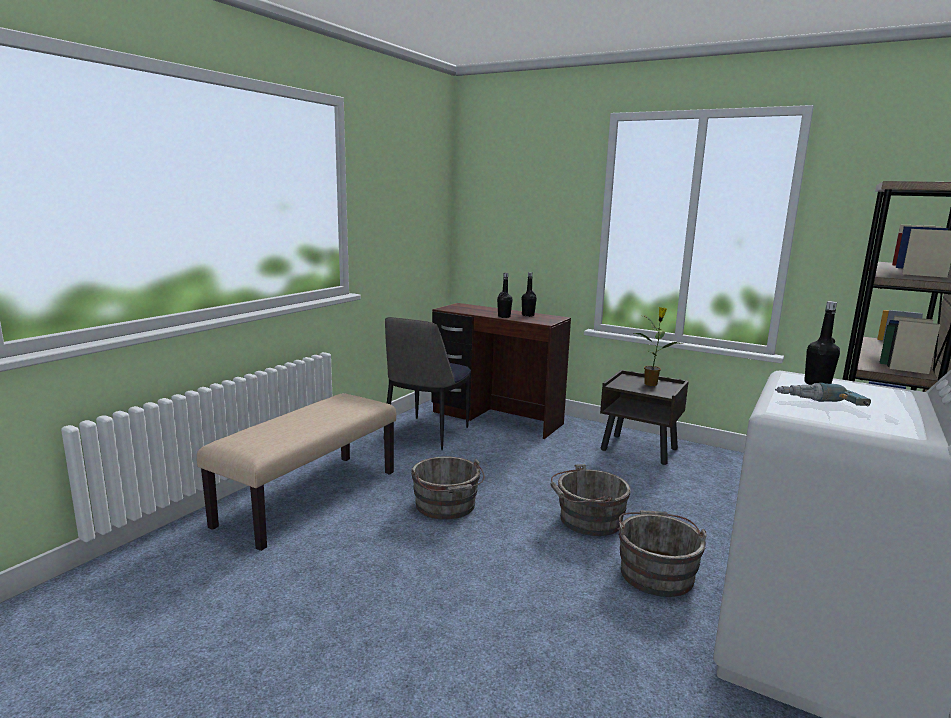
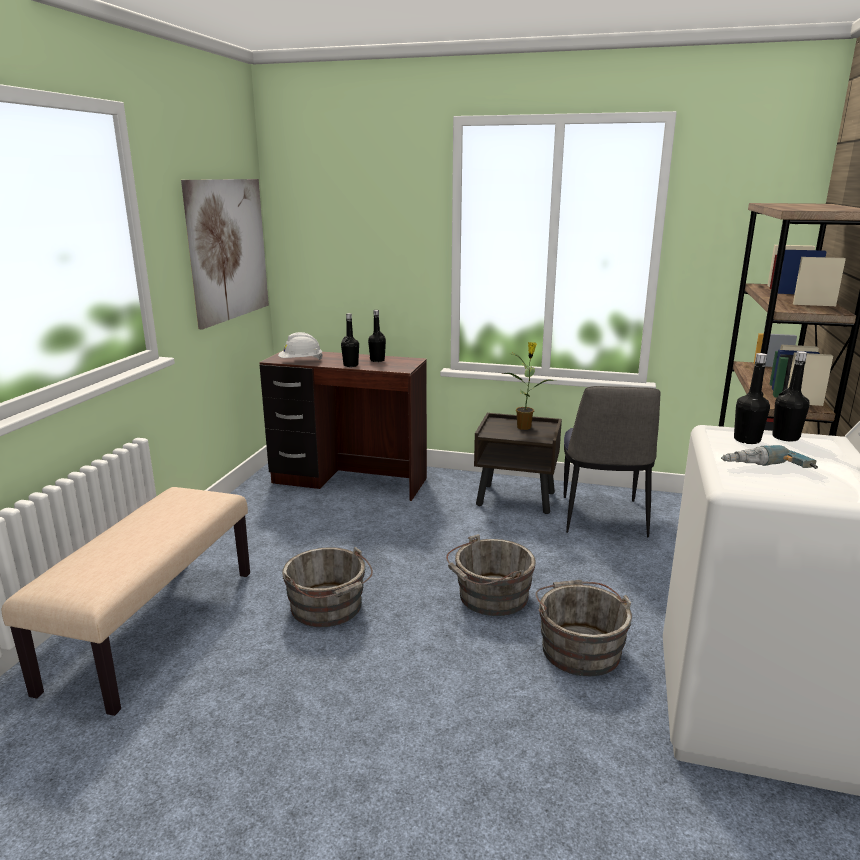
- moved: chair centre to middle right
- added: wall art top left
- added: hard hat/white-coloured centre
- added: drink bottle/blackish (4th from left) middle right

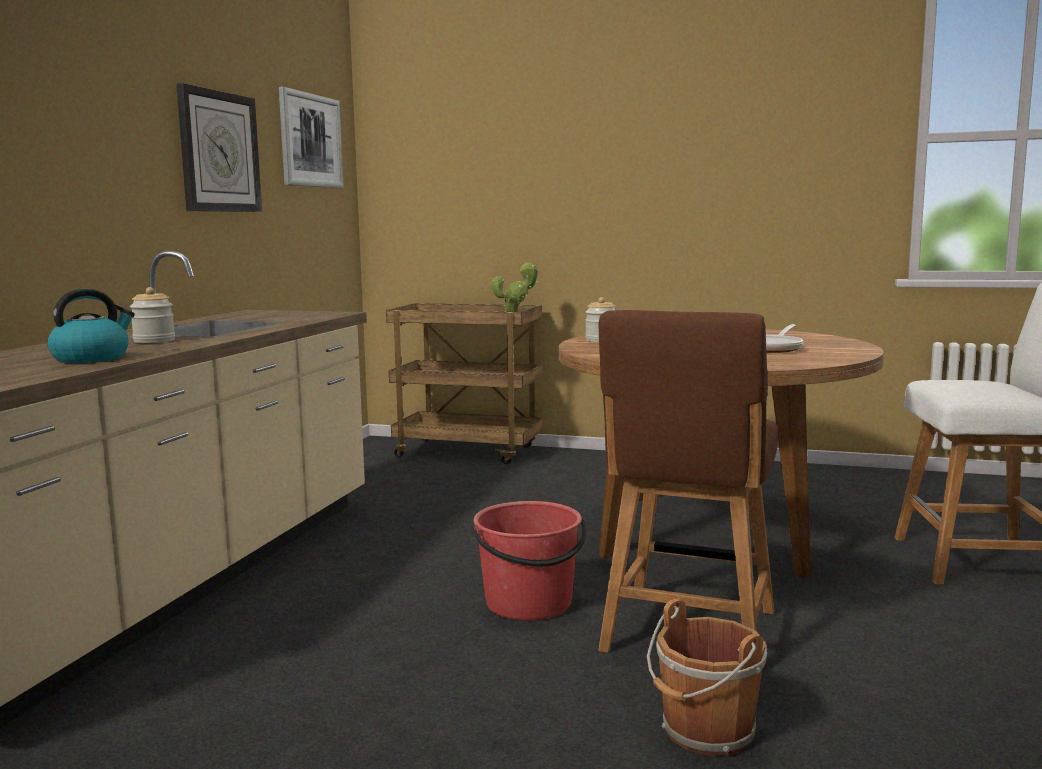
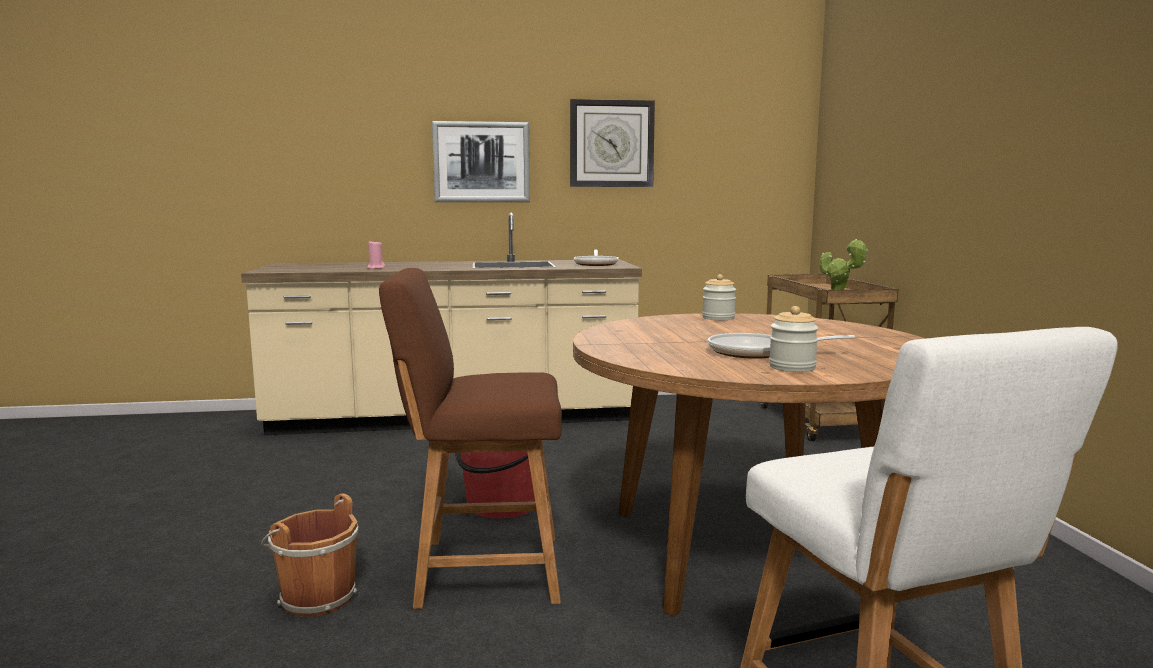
- replaced: kettle middle left to wax candle/pink middle left
- moved: preserve jar (1st from left in the first image) middle left to preserve jar (2nd from left) middle right
- moved: wall art top left to top centre
- added: frying pan (1st from left) centre

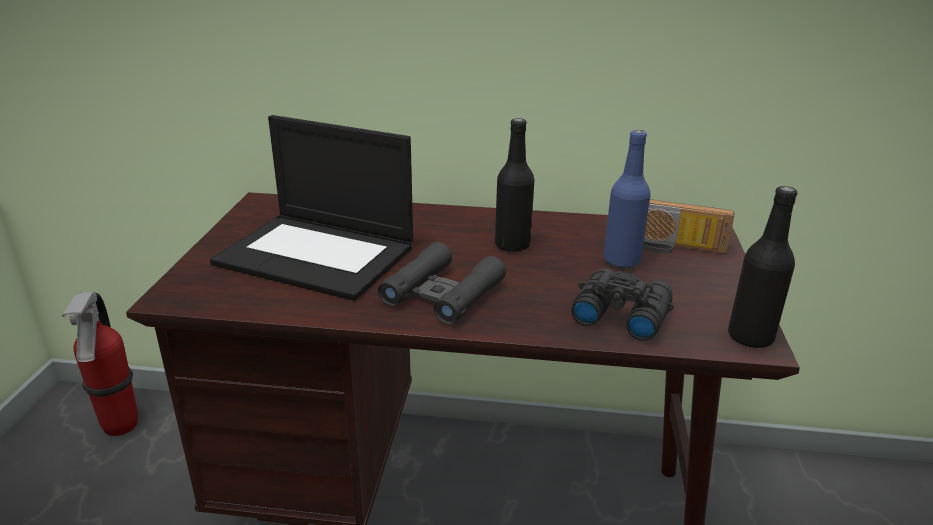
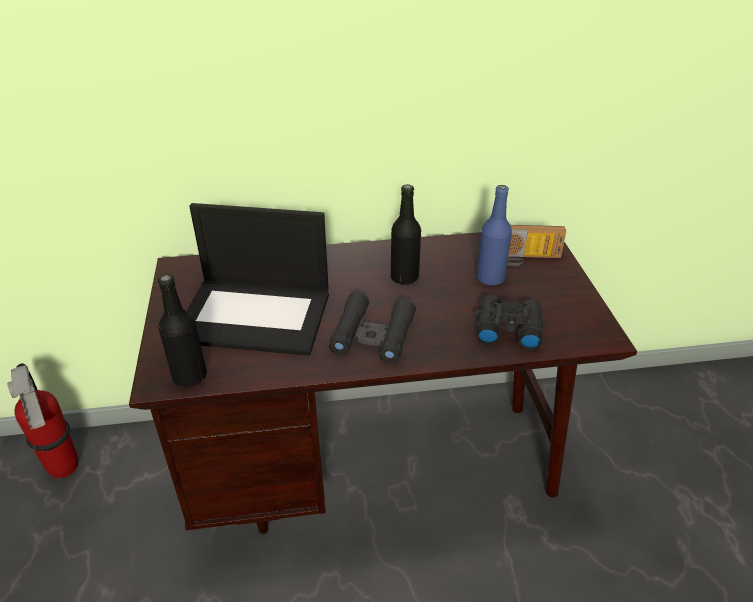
- moved: drink bottle/blackish (2nd from left in the first image) middle right to drink bottle/blackish (1st from left) middle left

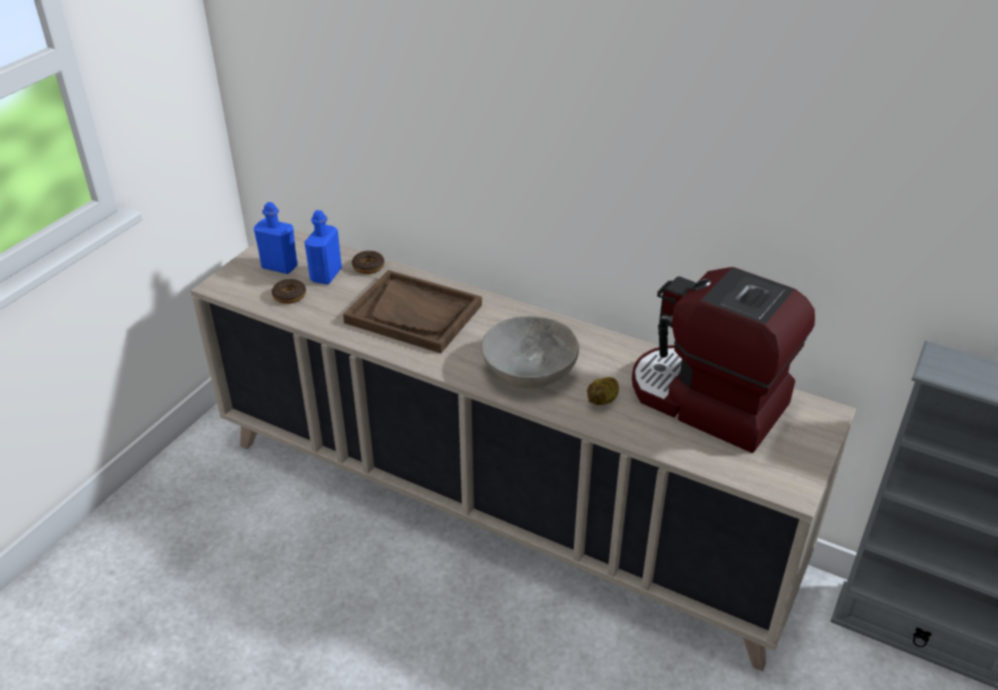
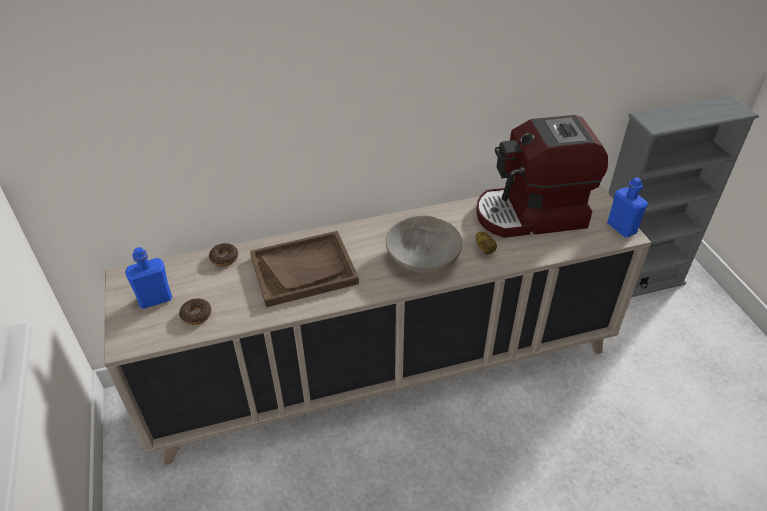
- moved: drink bottle/blue (2nd from left) middle left to middle right

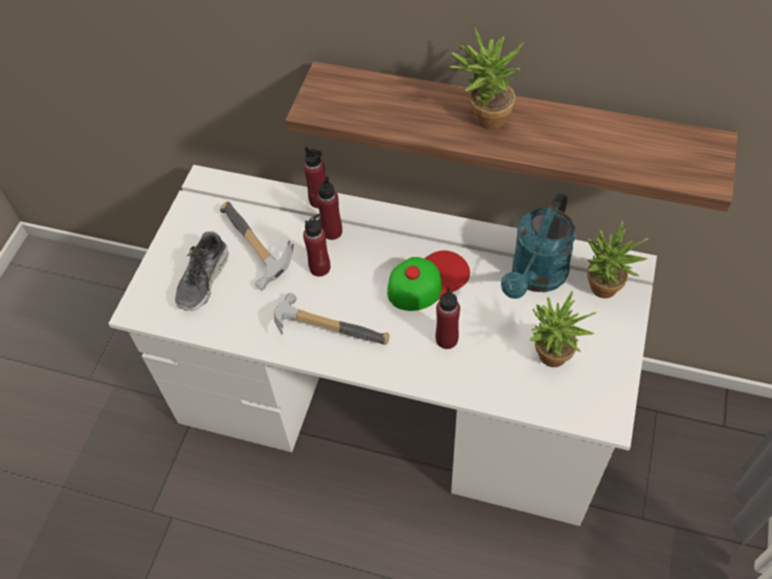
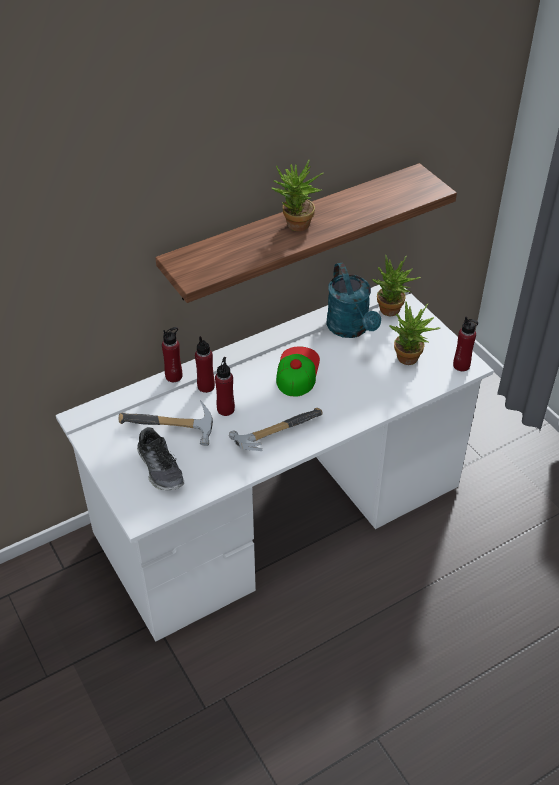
- moved: drink bottle/red (4th from left) centre to middle right

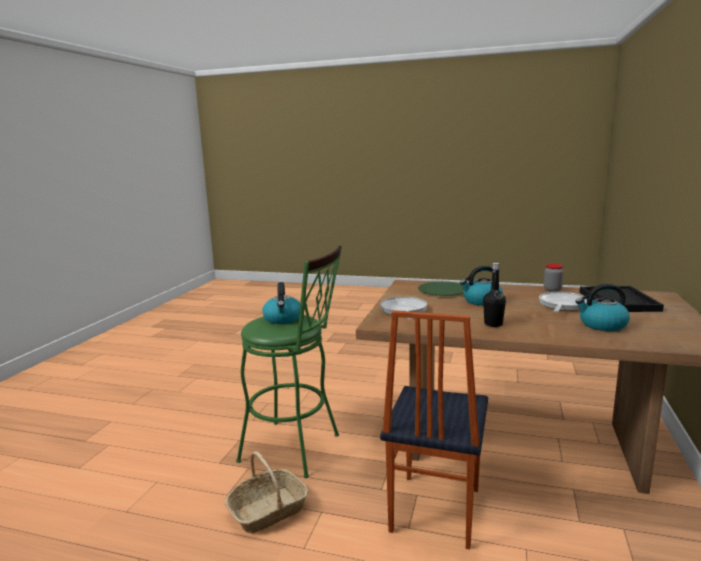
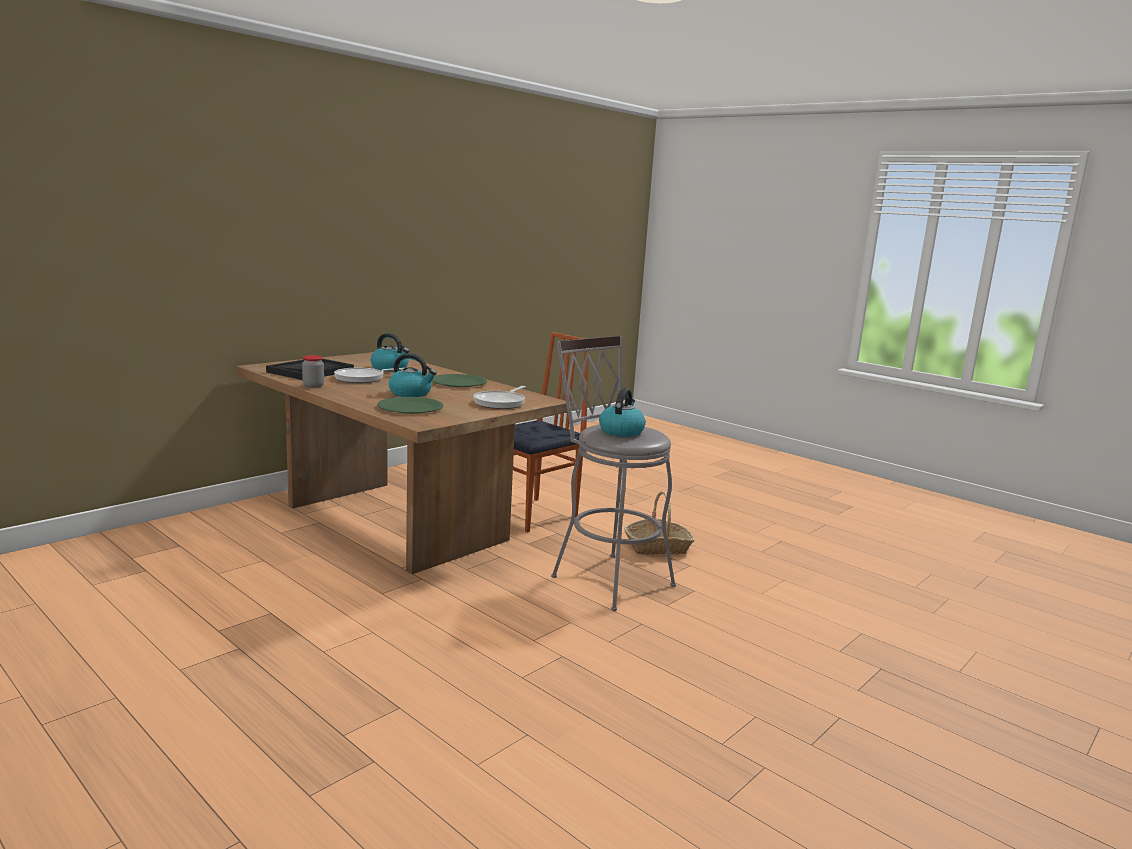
- recoloured: stool/green centre to stool/greyish centre
- replaced: drink bottle/blackish middle right to plate/green (2nd from left) centre

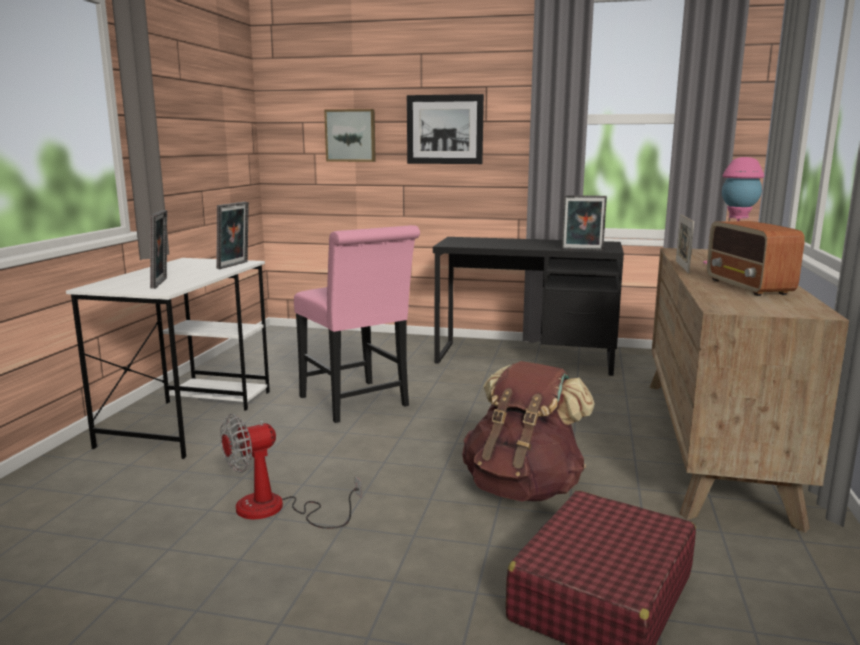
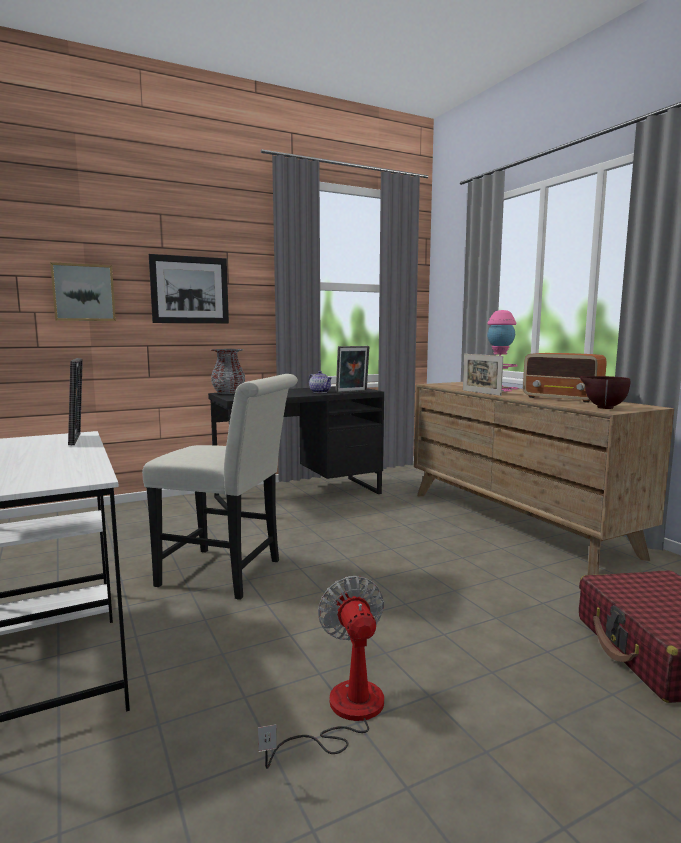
- removed: photo frame (1st from left) middle left
- turned: electric fan bottom centre = bottom centre 150 degrees clockwise
- recoloured: chair/pink centre to chair/white-coloured middle left
- removed: rucksack/brownish bottom centre
- added: vase/greyish centre
- added: teapot centre
- added: serving bowl/brownish middle right

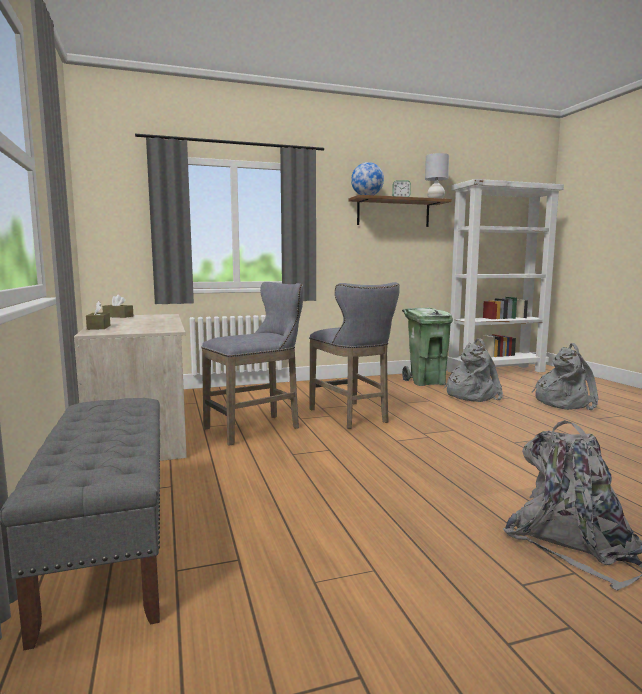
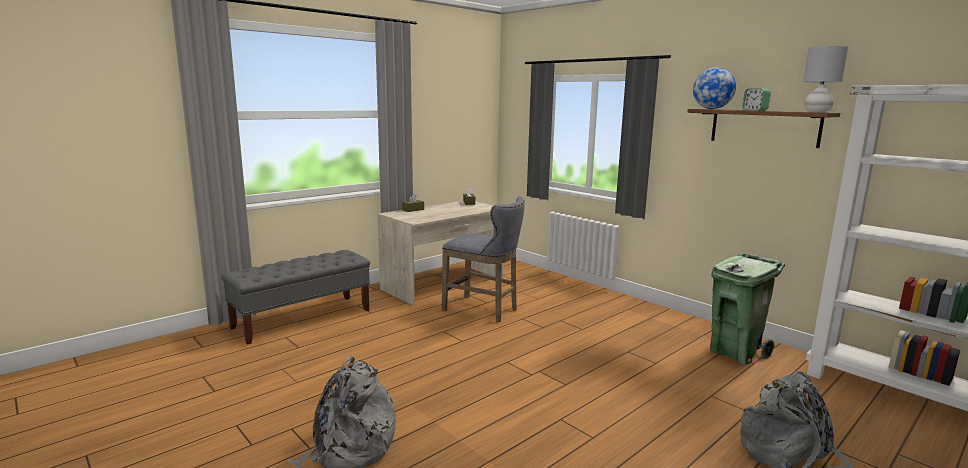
- removed: stool/greyish (2nd from left) centre
- removed: rucksack/greyish (1st from left) middle right

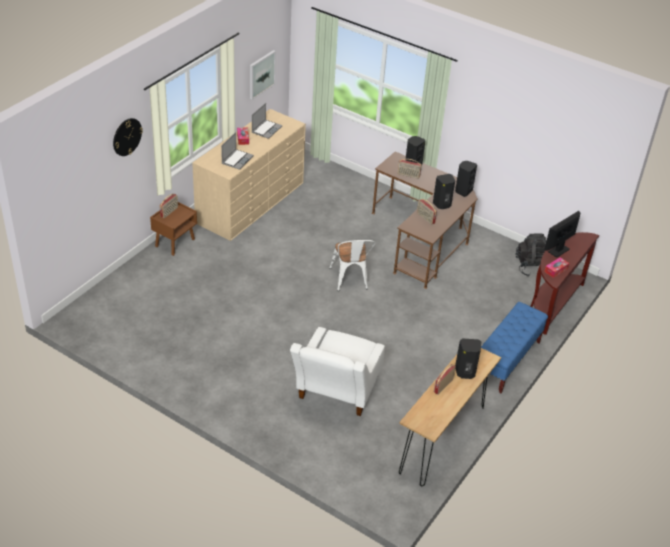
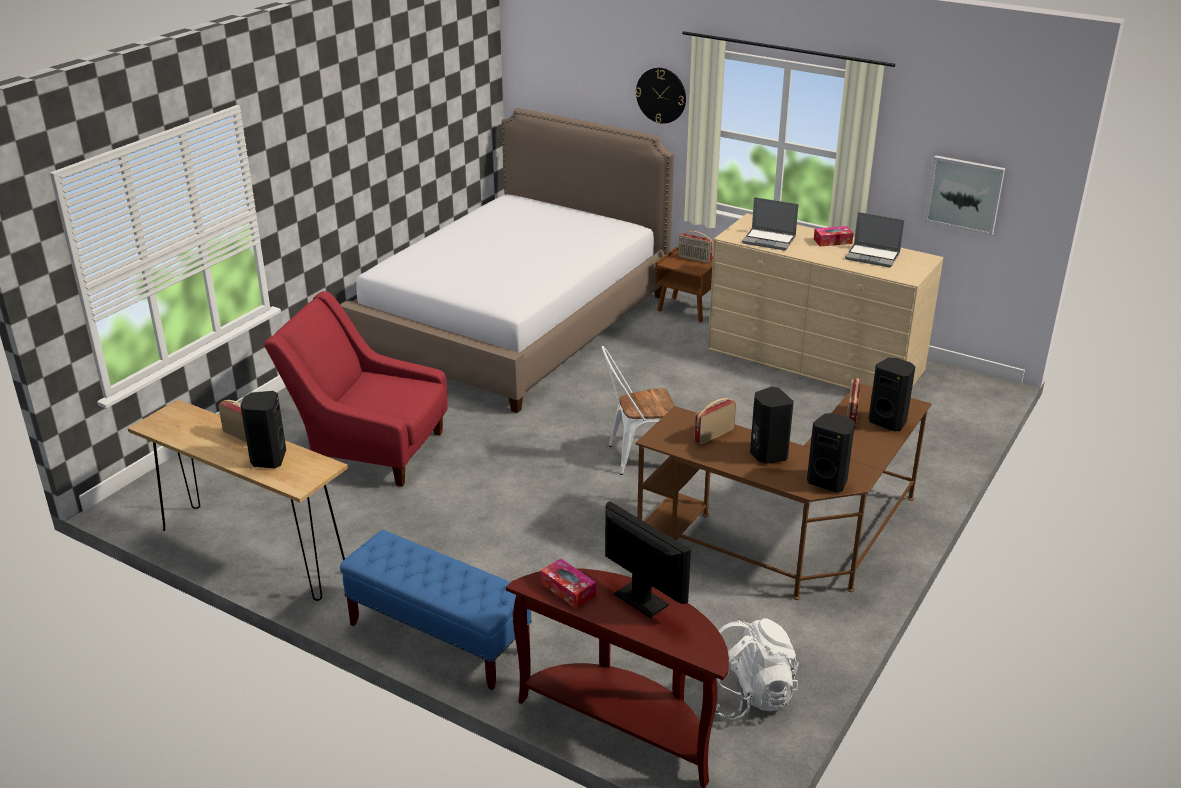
- recoloured: armchair/white-coloured bottom centre to armchair/red middle left
- recoloured: rucksack/blackish middle right to rucksack/white-coloured bottom centre
- added: bed top centre

